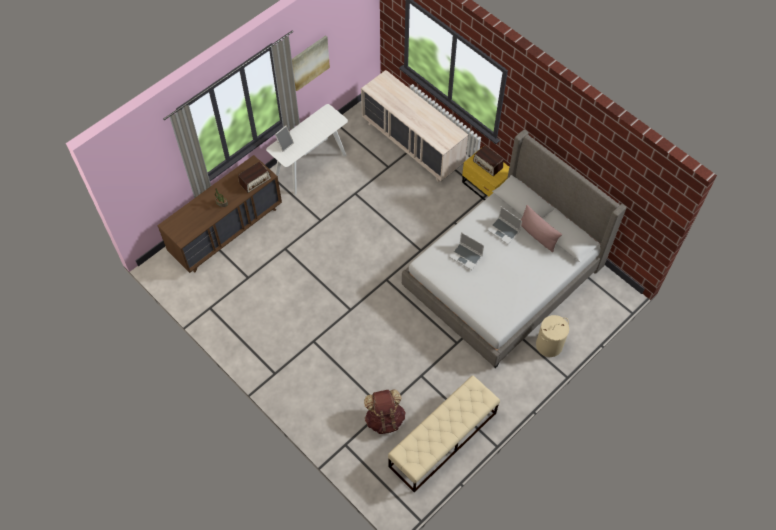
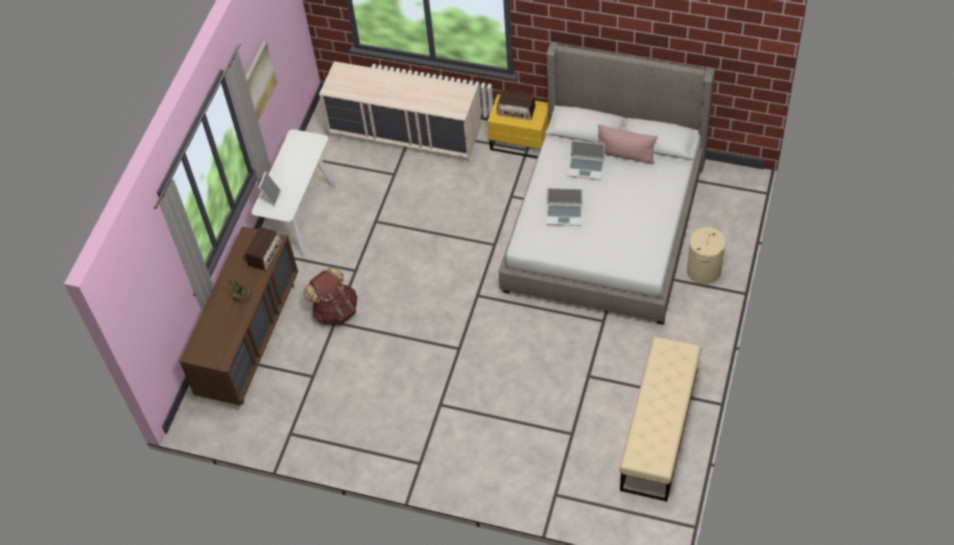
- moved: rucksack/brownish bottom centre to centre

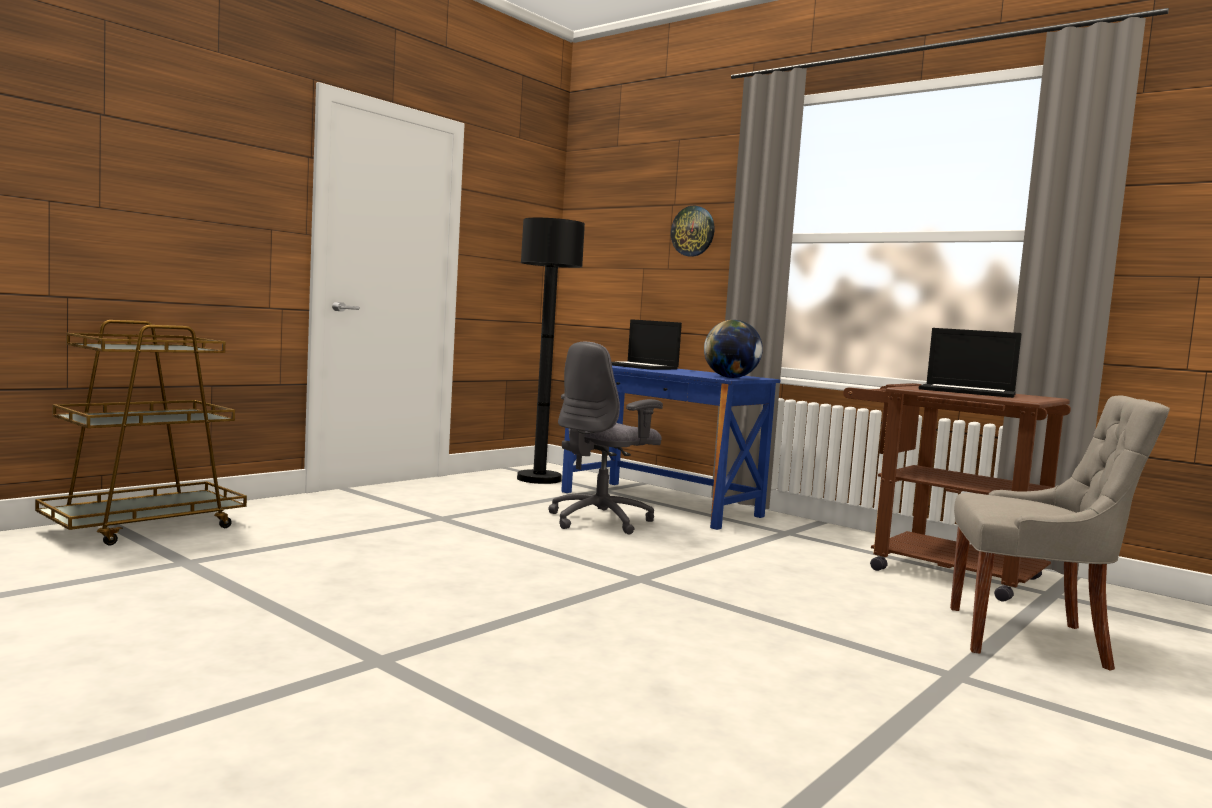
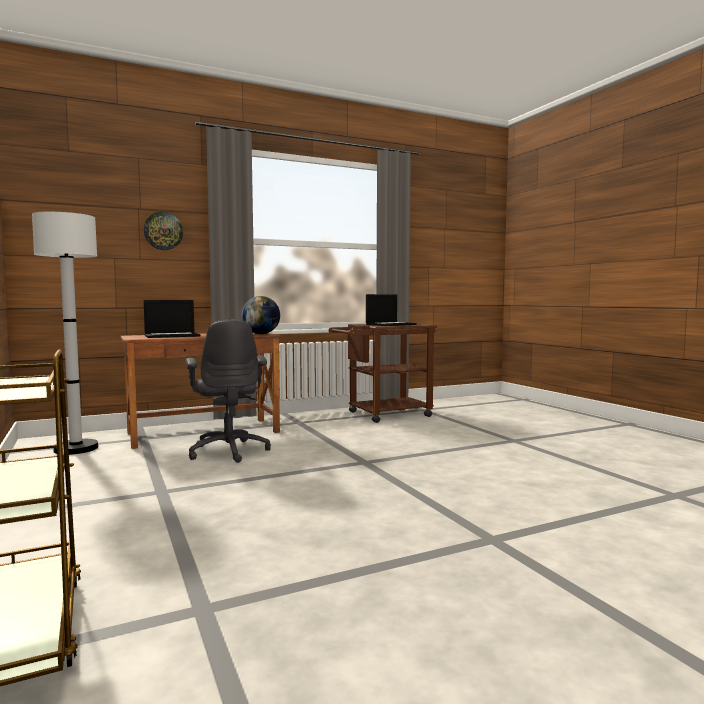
- recoloured: standing lamp/blackish centre to standing lamp/white-coloured middle left
- recoloured: desk unit/blue centre to desk unit/brownish middle left
- removed: chair/greyish middle right

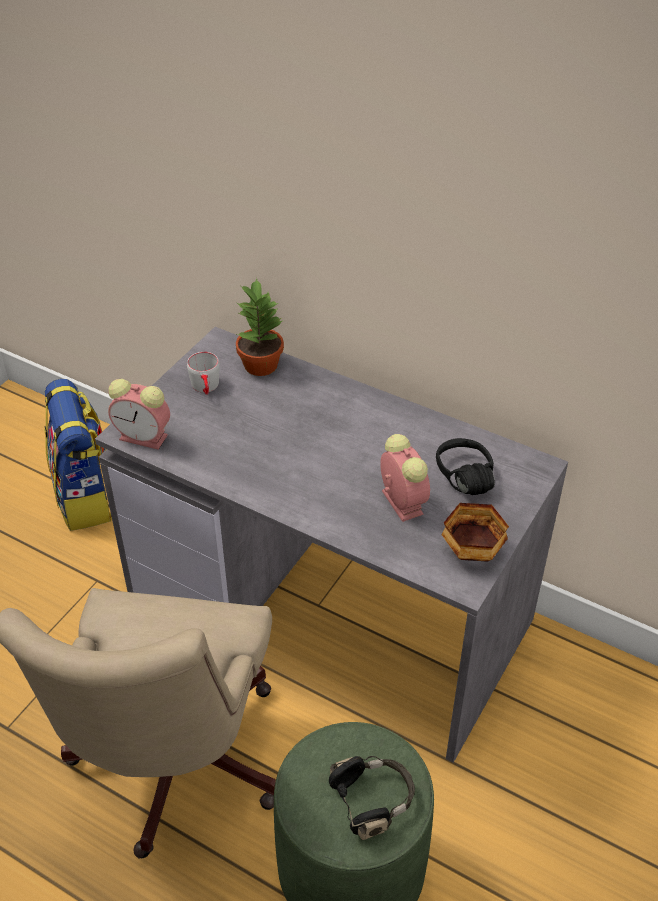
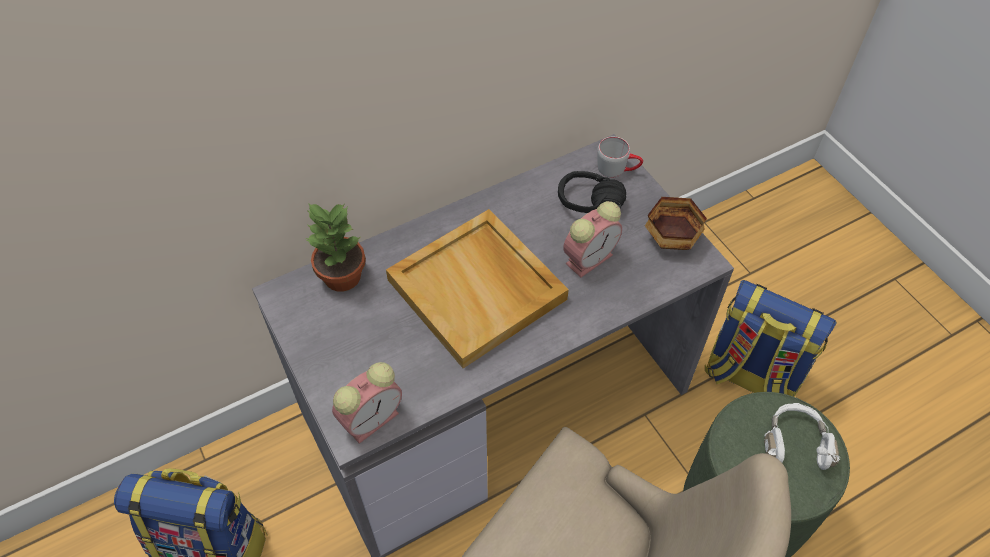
- moved: tea mug/greyish middle left to top centre
- recoloured: pair of headphones/blackish (1st from left) bottom centre to pair of headphones/white-coloured bottom right
- turned: alarm clock (2nd from left) centre = centre 135 degrees clockwise
- added: tray/beige-coloured centre
- added: rucksack (2nd from left) middle right

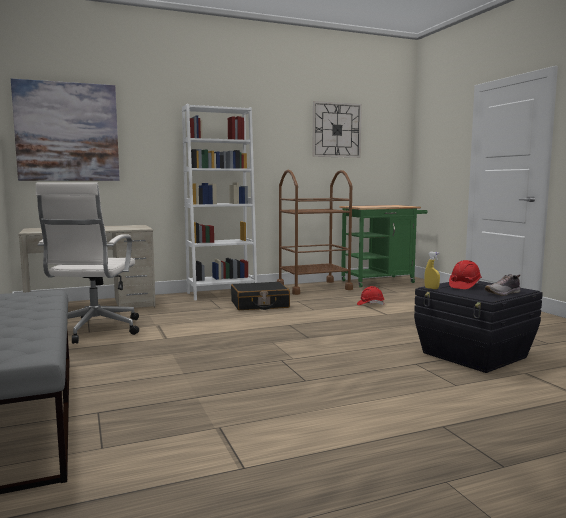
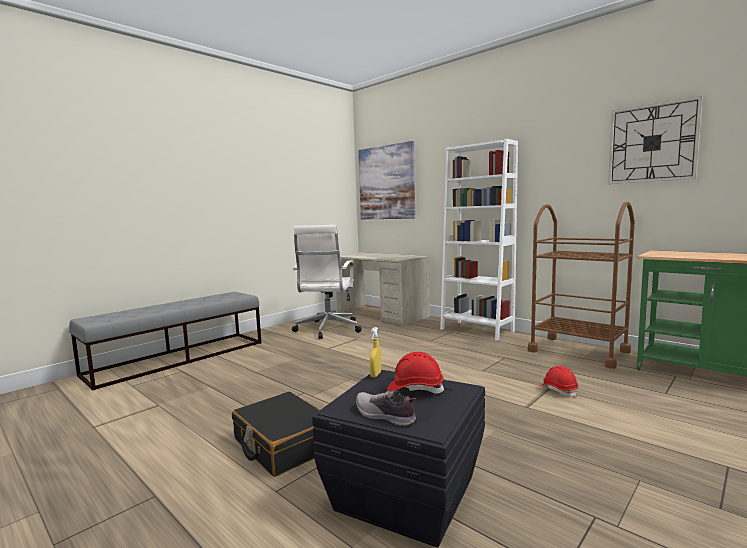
- turned: office chair/white-coloured middle left = centre 60 degrees counterclockwise
- moved: piece of luggage/blackish centre to bottom centre

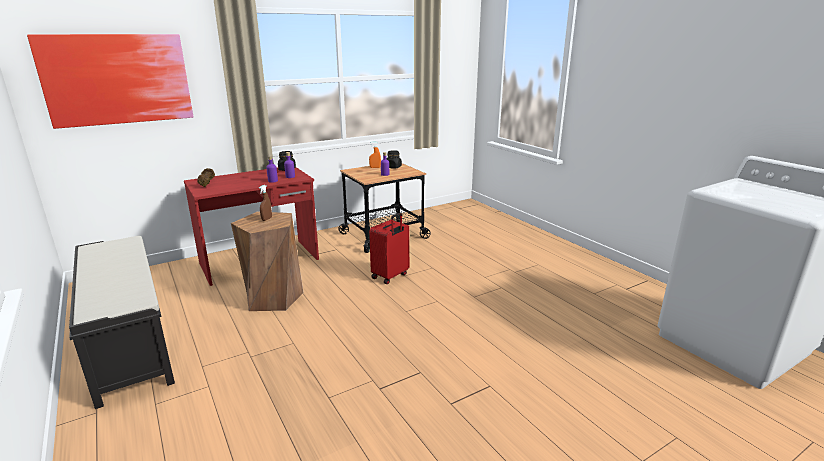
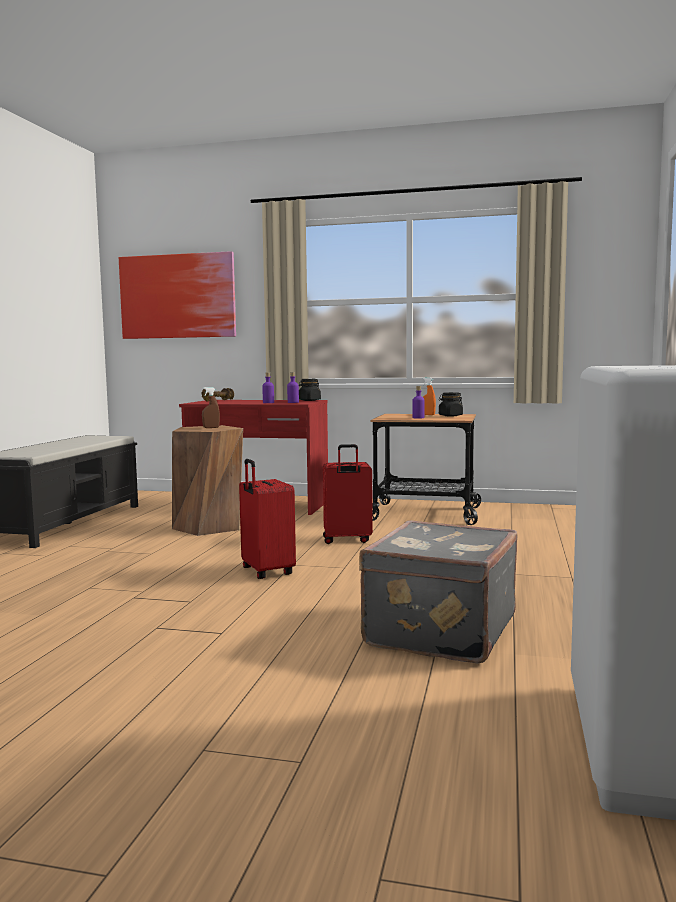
- added: piece of luggage/red (1st from left) centre
- added: piece of luggage/greyish centre

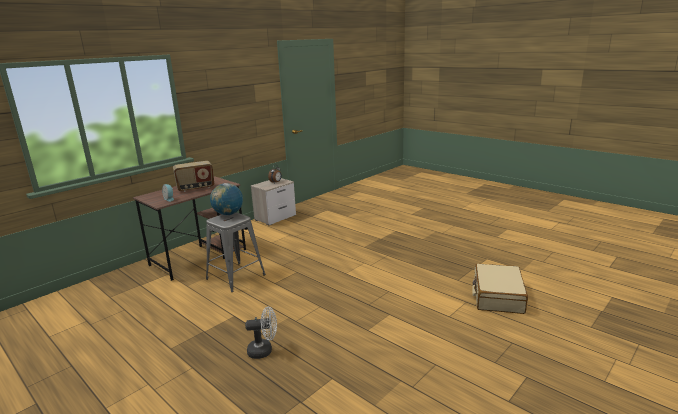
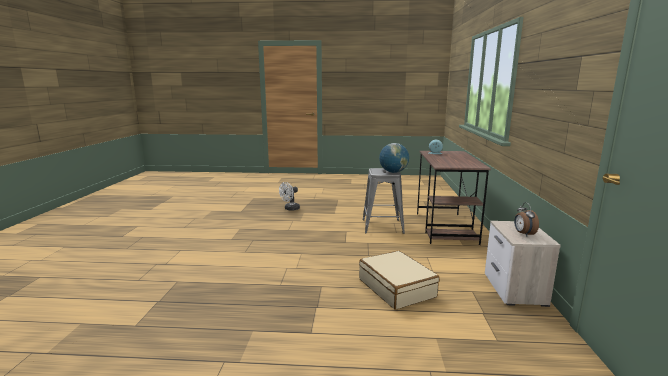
- removed: radio receiver middle left
- moved: piece of luggage/beige-coloured bottom right to bottom centre

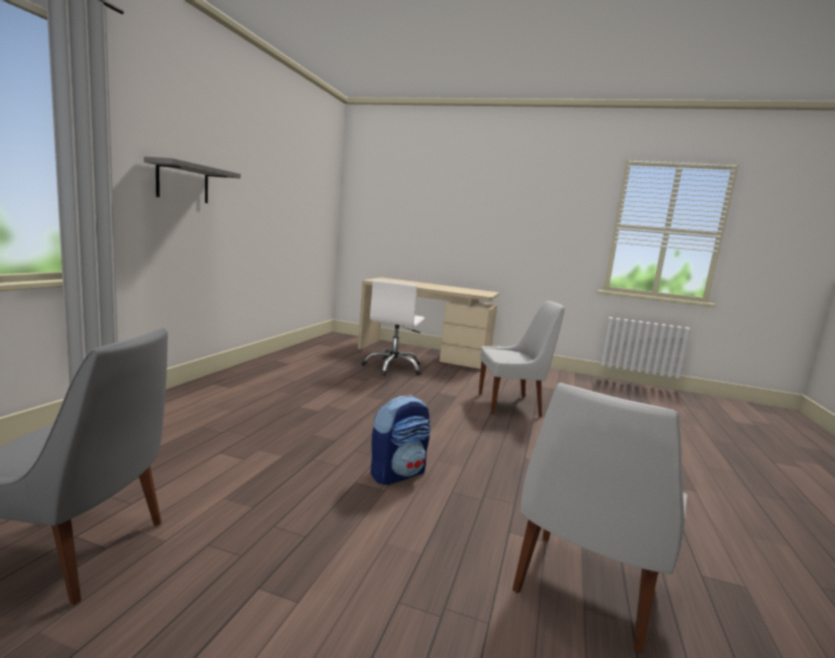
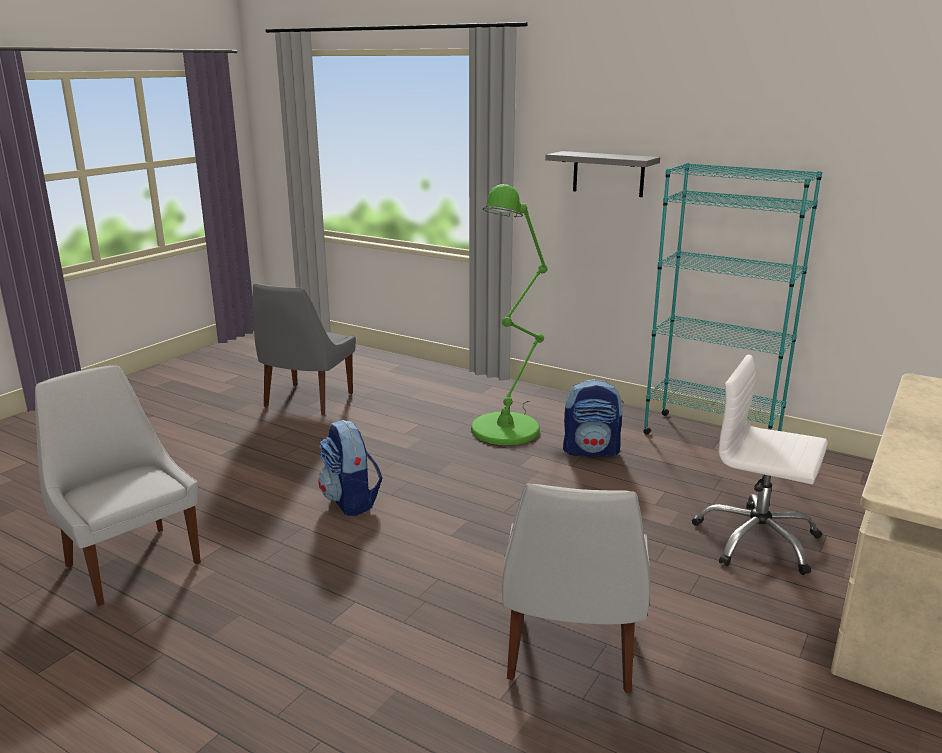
- added: standing lamp/green centre
- added: rucksack (2nd from left) centre
- added: shelving unit/turquoise middle right

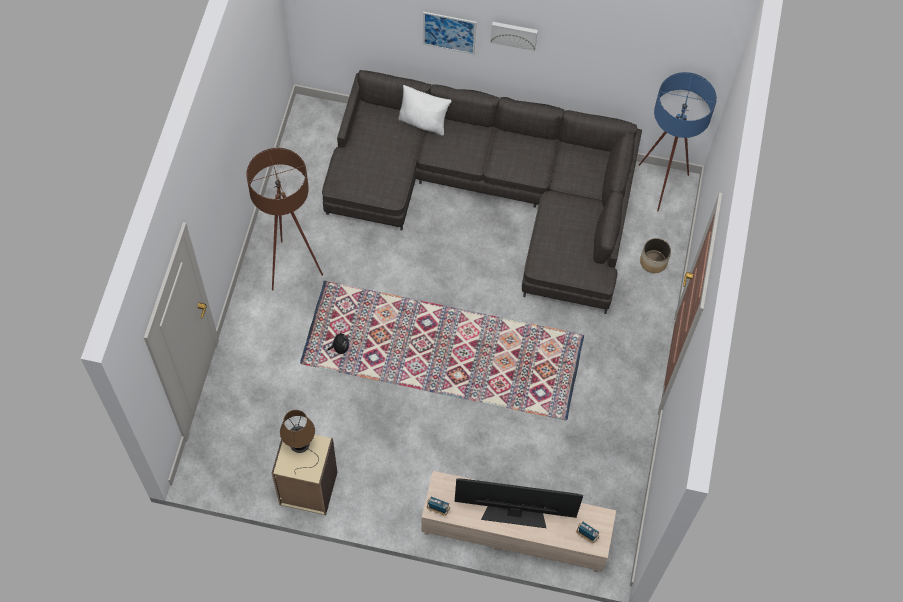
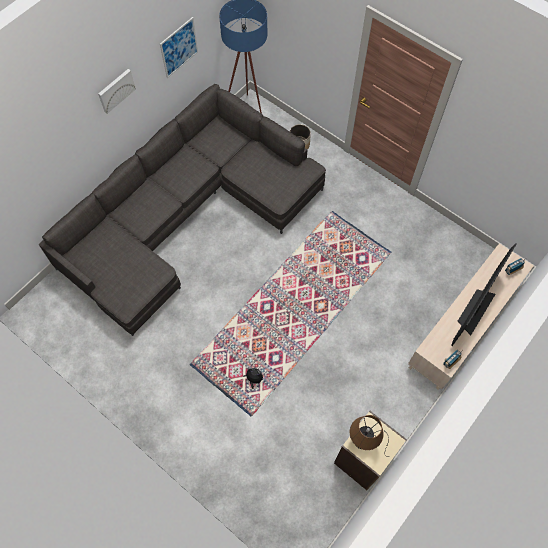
- removed: standing lamp/brownish middle left
- removed: throw pillow/white-coloured top centre
- moved: wall art (1st from left in the first image) top centre to wall art (2nd from left) top left

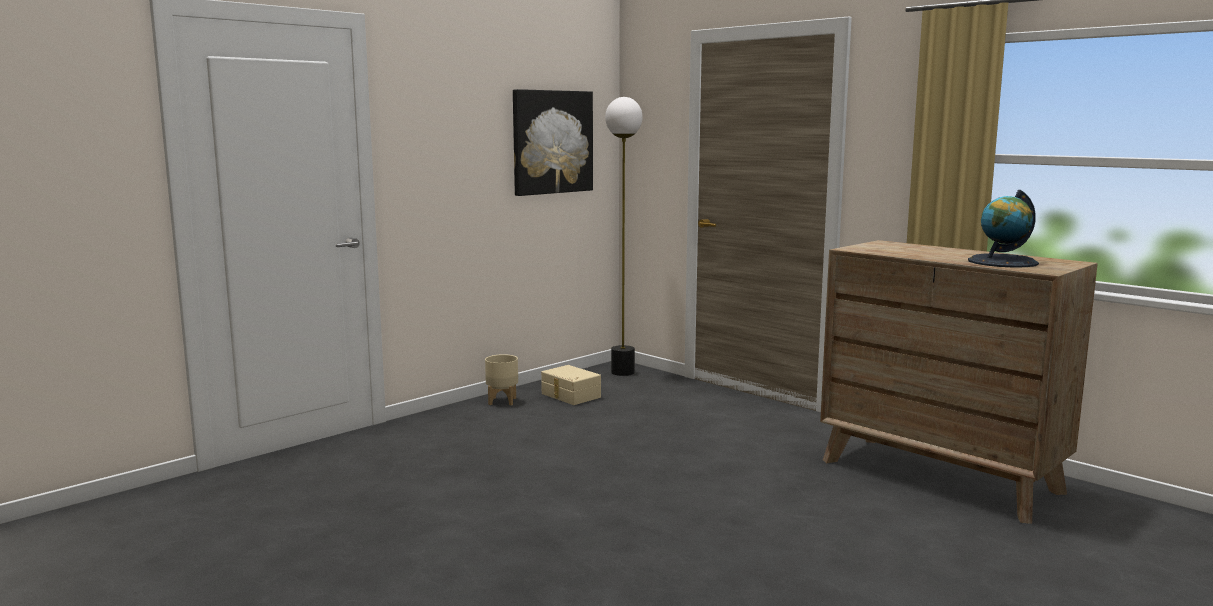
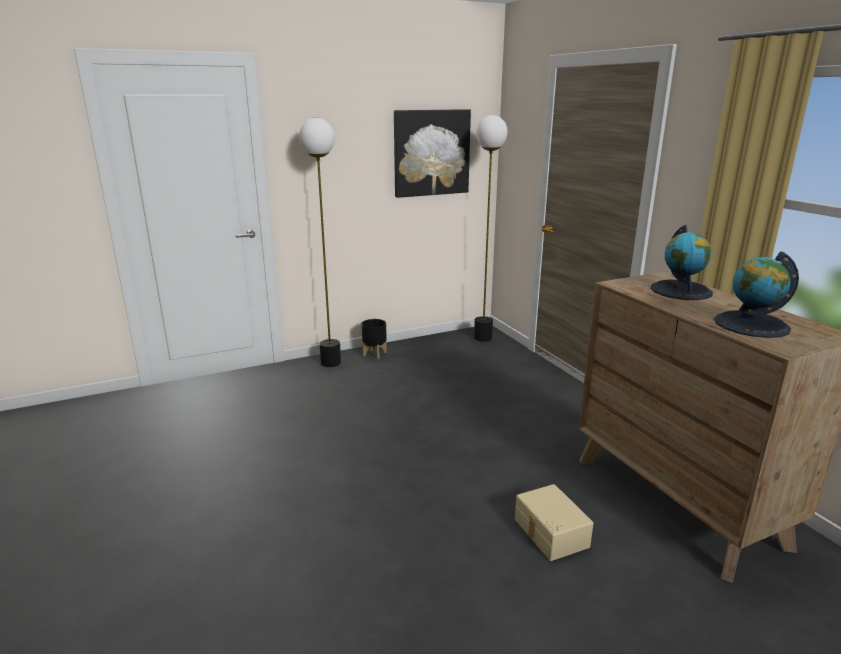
- recoloured: planter/beige-coloured centre to planter/blackish centre
- moved: storage box/beige-coloured centre to bottom centre
- added: standing lamp (1st from left) centre
- added: desk globe (1st from left) middle right

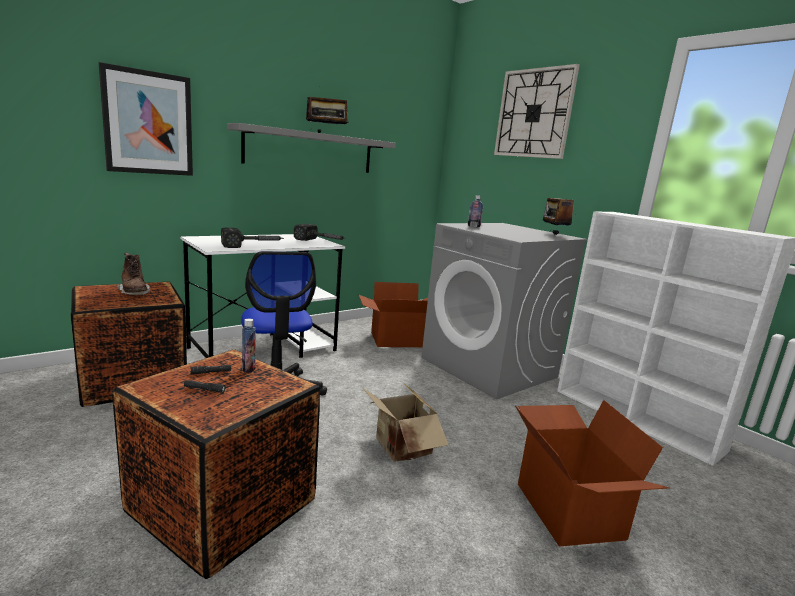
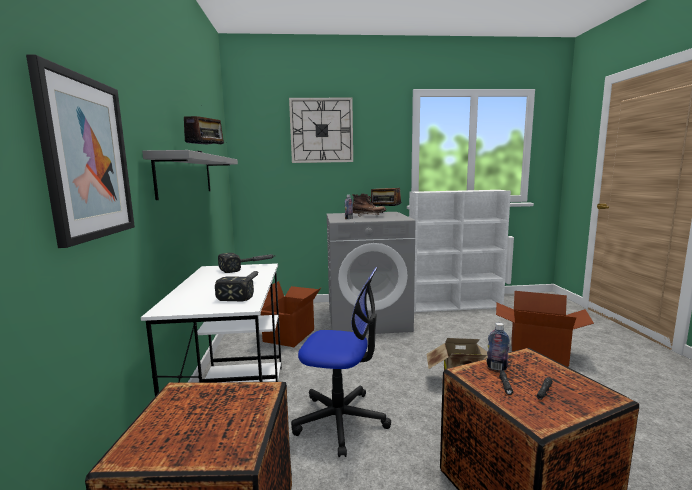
- moved: boot/brownish middle left to centre

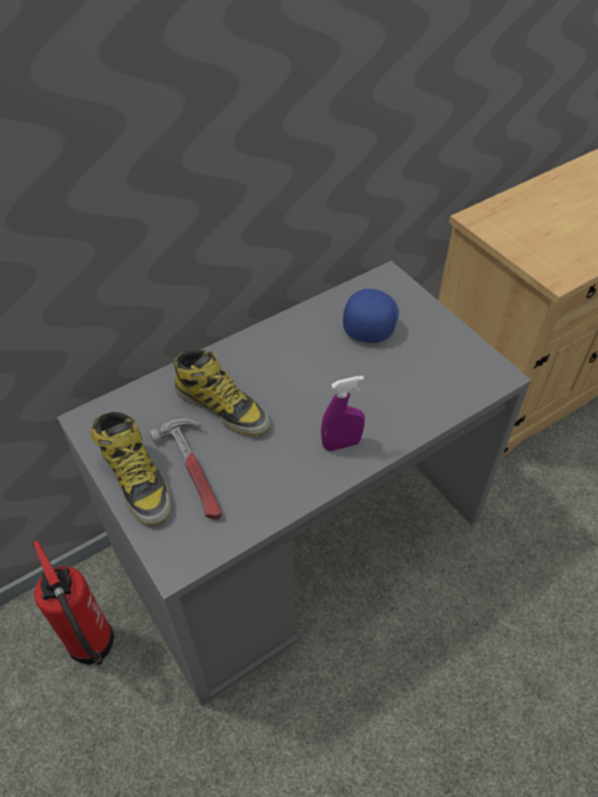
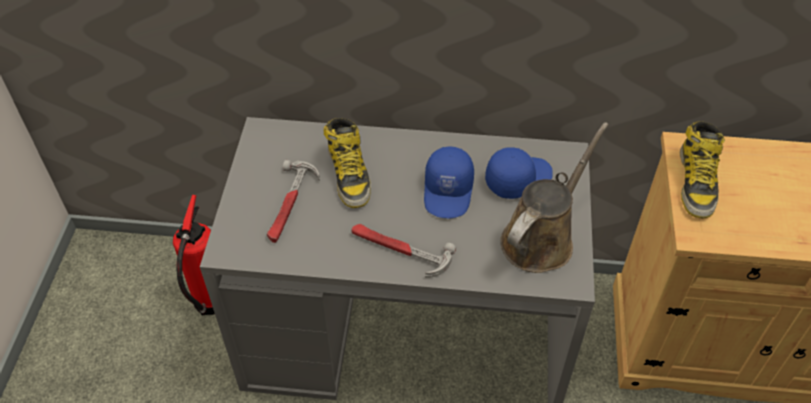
- moved: boot (1st from left in the first image) middle left to boot (2nd from left) middle right
- replaced: hand sprayer/purple centre to tool hammer (2nd from left) centre
- added: peaked cap/blue (1st from left) centre
- added: watering pot/brownish middle right

